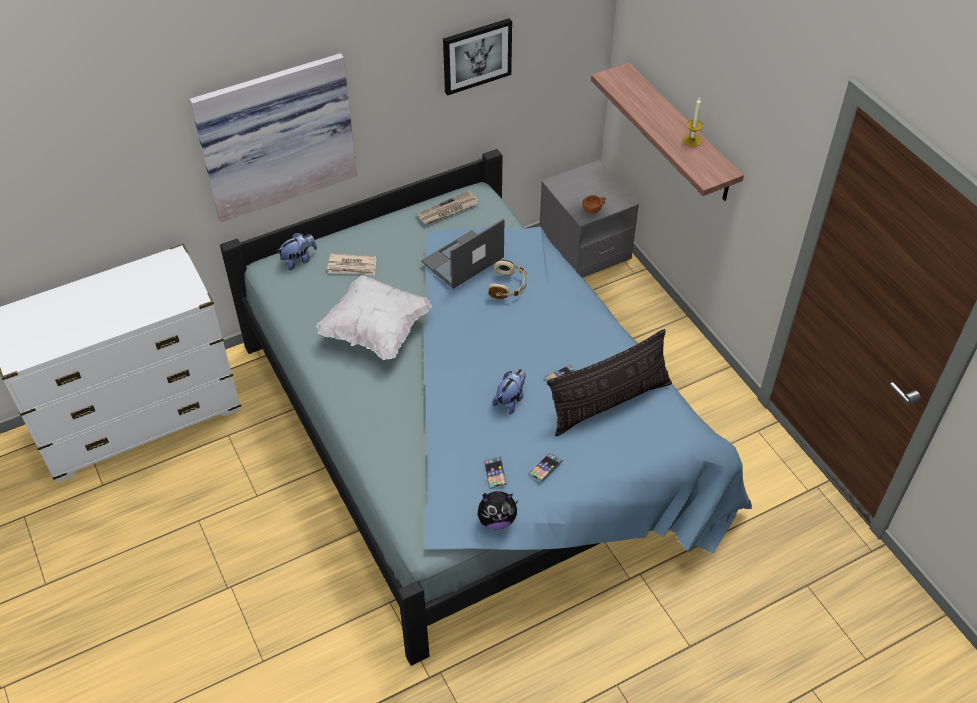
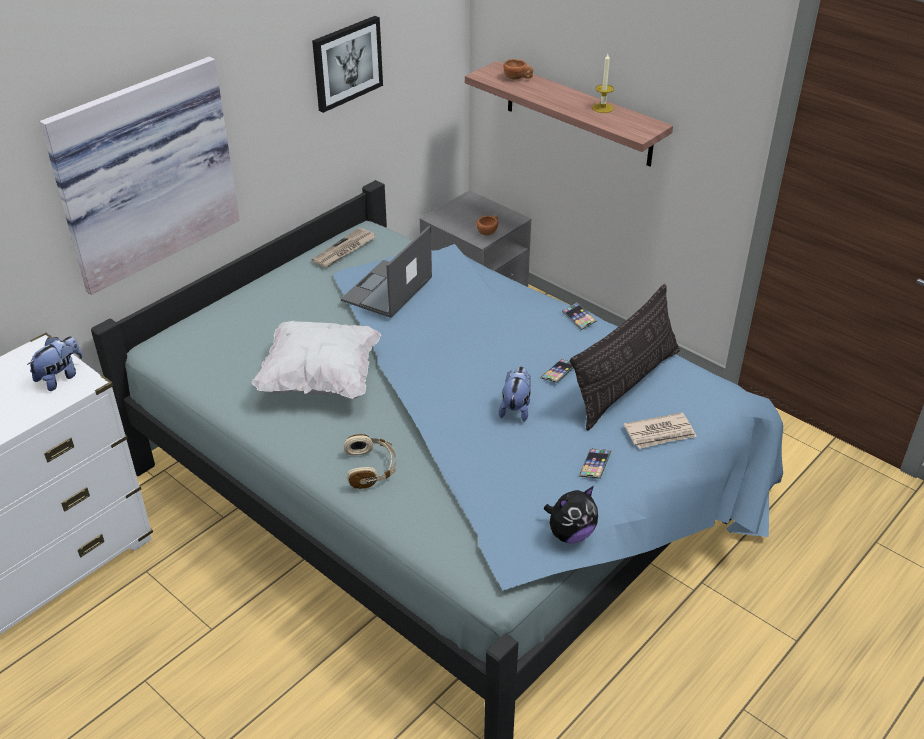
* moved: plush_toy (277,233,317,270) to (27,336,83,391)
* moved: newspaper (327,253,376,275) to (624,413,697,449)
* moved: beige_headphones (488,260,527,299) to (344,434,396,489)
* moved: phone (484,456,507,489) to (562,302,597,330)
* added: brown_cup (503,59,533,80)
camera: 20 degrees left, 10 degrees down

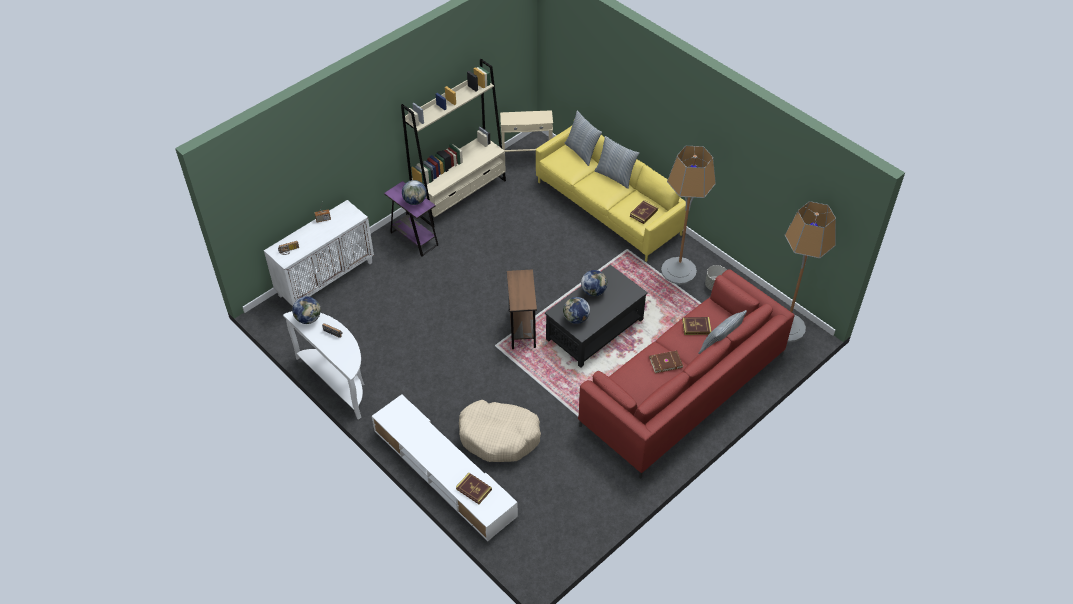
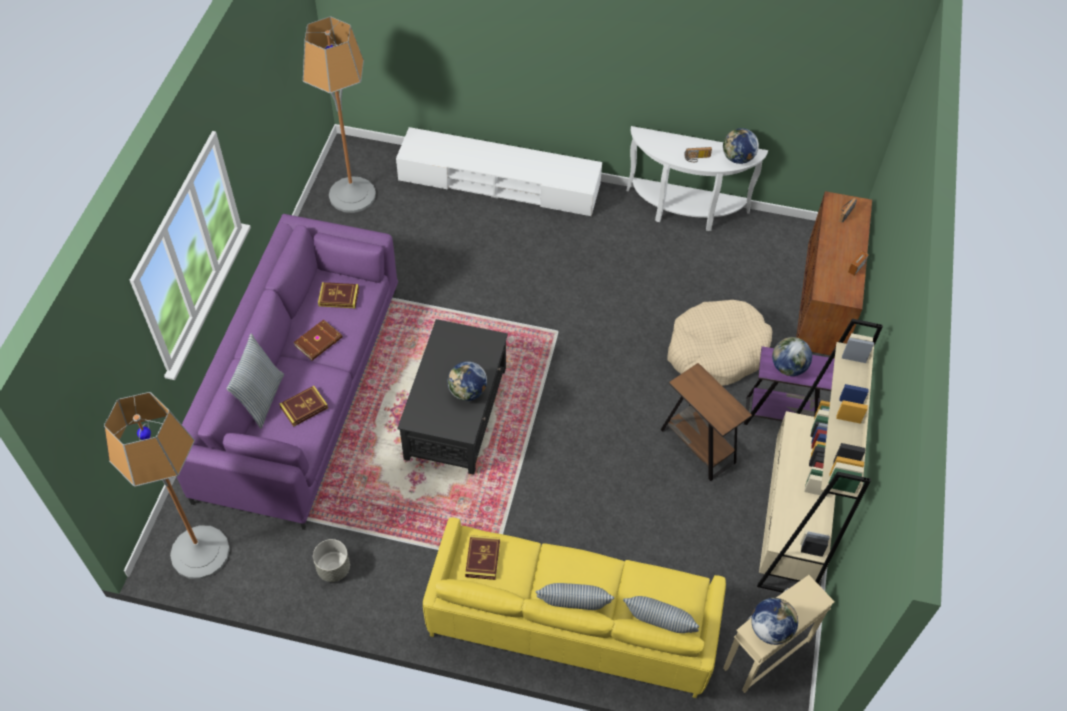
* moved: floor_lamp (661,146,716,285) to (303,17,376,213)
* recoloured: white_cabinet (264,200,374,306) to brown_cabinet (796,191,872,358)
* moved: brown_side_table (507,269,537,349) to (661,363,752,481)
* recoloured: red_sofa (578,269,795,478) to purple_sofa (177,214,398,530)
* moved: globe (563,297,590,324) to (751,598,798,645)
* moved: beige_dog_bed (459,400,541,462) to (668,300,772,386)
* moved: book (456,473,492,504) to (318,282,359,309)
camera: 145 degrees right, 5 degrees up

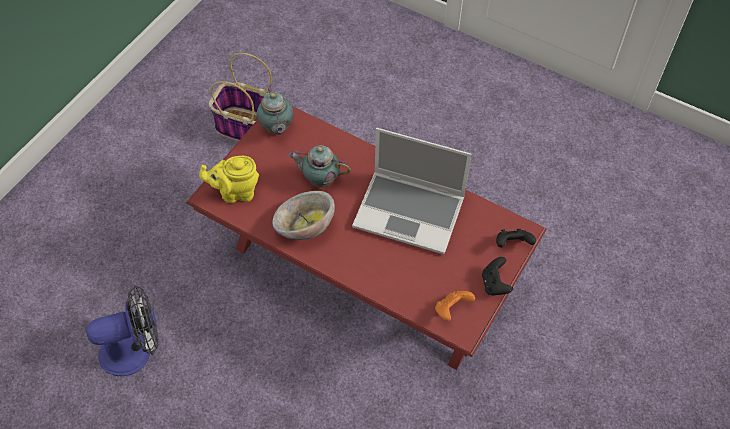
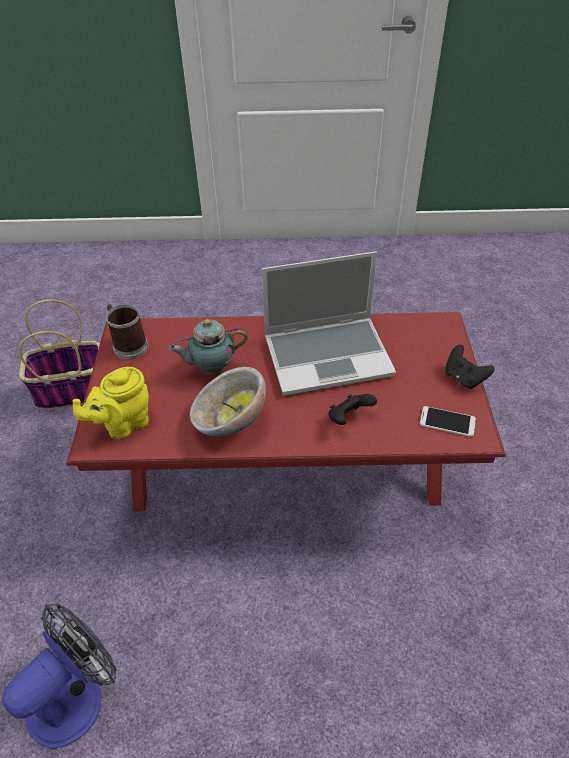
* replaced: teapot (257,85,294,134) to mug (106,304,149,360)
* moved: black_game_controller (496,229,536,248) to (328,394,377,425)
* replaced: orange_game_controller (435,291,475,321) to phone (420,406,476,437)
camera: 30 degrees left, 10 degrees down

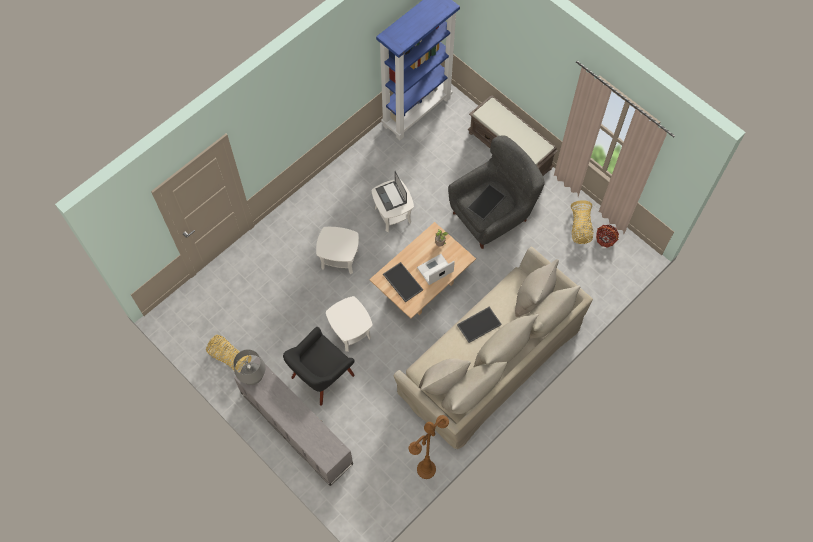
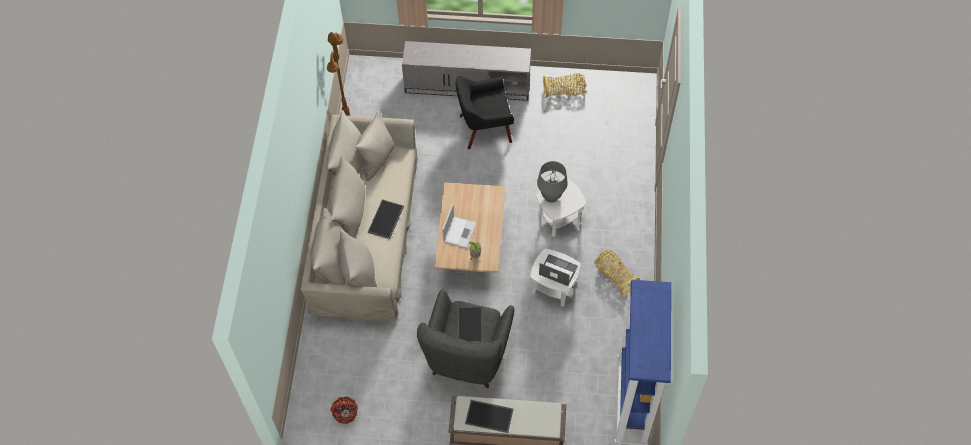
* moved: basket (571,200,593,244) to (594,249,640,295)
* moved: tray (383,262,423,302) to (465,400,513,433)
* removed: white_side_table (326,296,373,352)
* turned: black_armchair (283,327,355,406) = (456,76,514,149) 105 degrees counterclockwise
* moved: grey_table_lamp (234,349,265,385) to (537,161,568,202)
camera: 140 degrees right, 5 degrees down

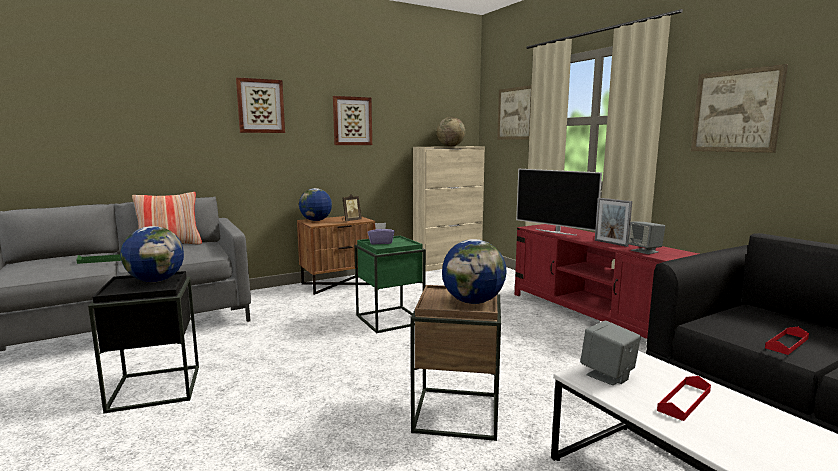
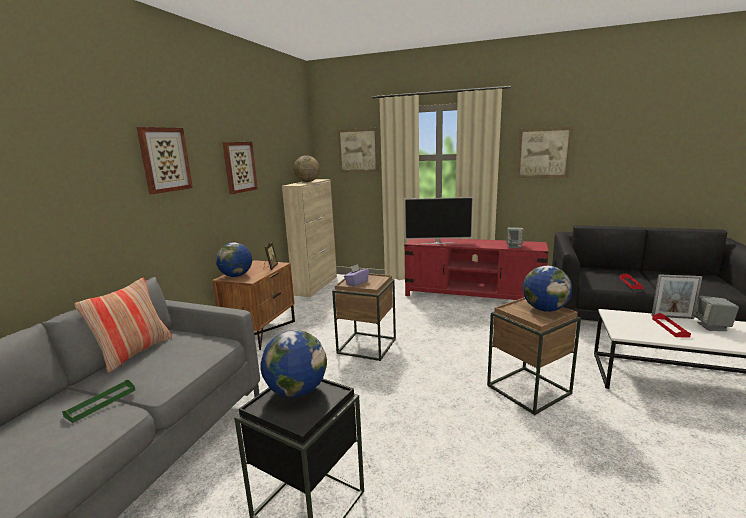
* moved: picture_frame (595,198,632,247) to (651,274,702,319)
* recoloured: green_side_table (355,236,426,334) to brown_side_table (332,273,396,361)
* moved: grey_speaker (580,321,641,385) to (694,296,739,331)
camera: 40 degrees left, 5 degrees up

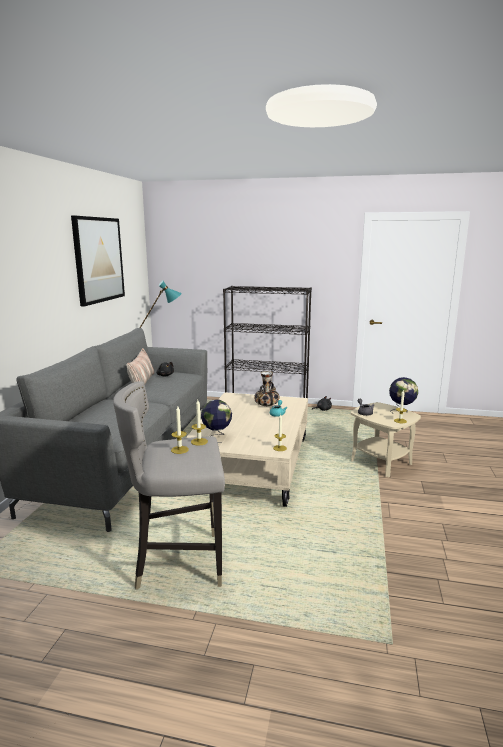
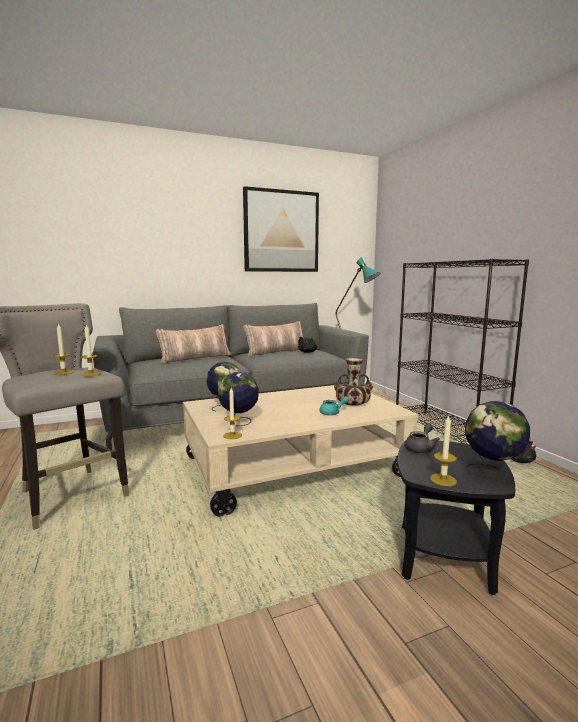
* recoloured: beige_side_table (350,402,421,477) to black_side_table (397,441,515,595)
* added: pillow (156,324,231,364)
* added: globe (218,372,259,426)
camera: 55 degrees right, 5 degrees down

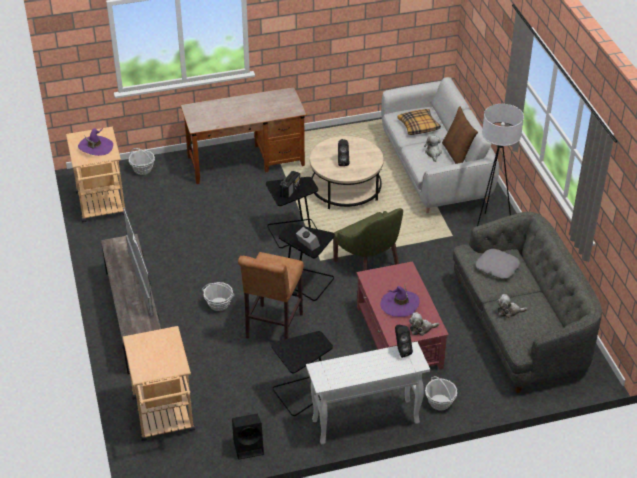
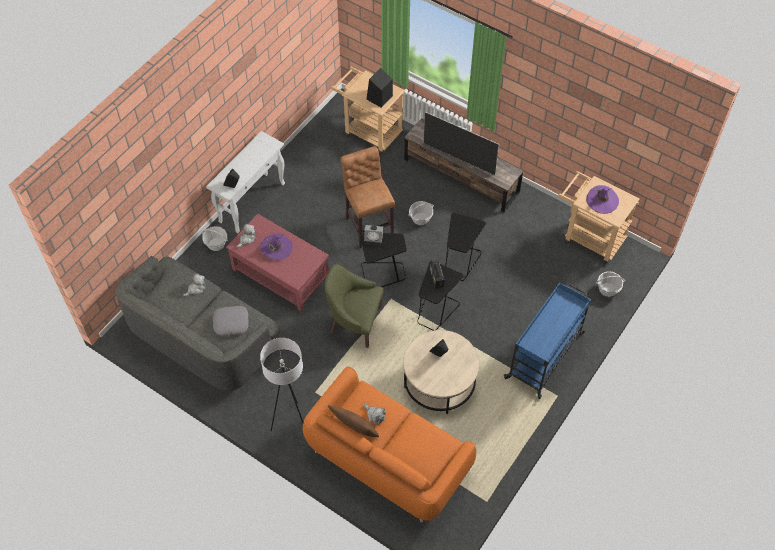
* recoloured: grey_sofa (381,77,499,213) to orange_sofa (303,366,476,523)
* replaced: desk (181,87,307,184) to blue_cart (504,282,591,399)
* removed: pillow (398,109,441,135)
* moved: black_side_table (271,331,333,416) to (446,213,486,281)
* moved: black_speaker (232,414,264,460) to (366,68,393,108)
camera: 140 degrees right, 15 degrees up

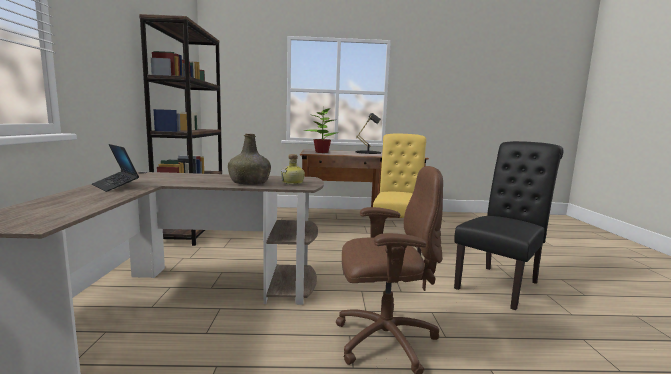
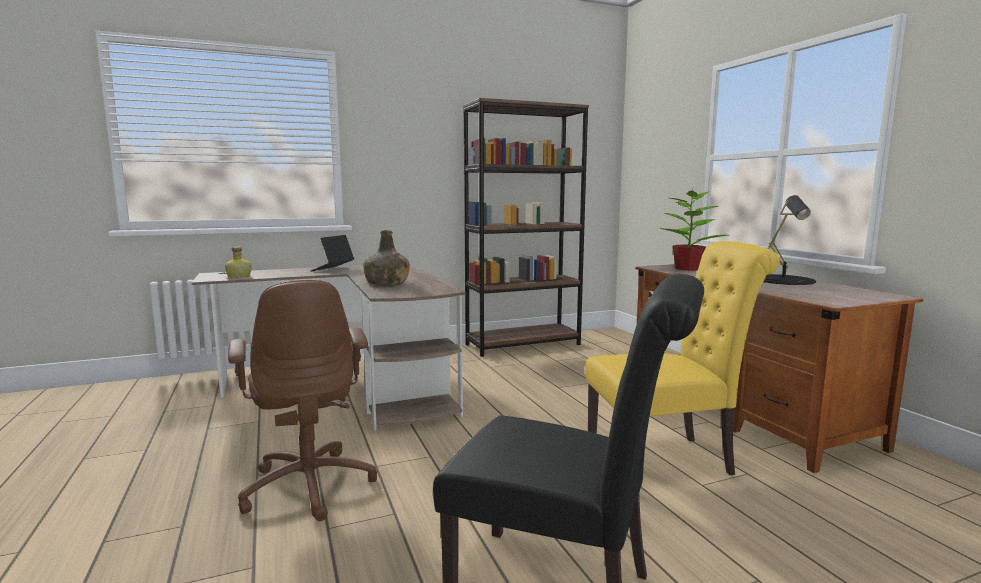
* moved: bottle (281,154,305,184) to (225,247,252,277)
camera: 70 degrees right, 0 degrees up

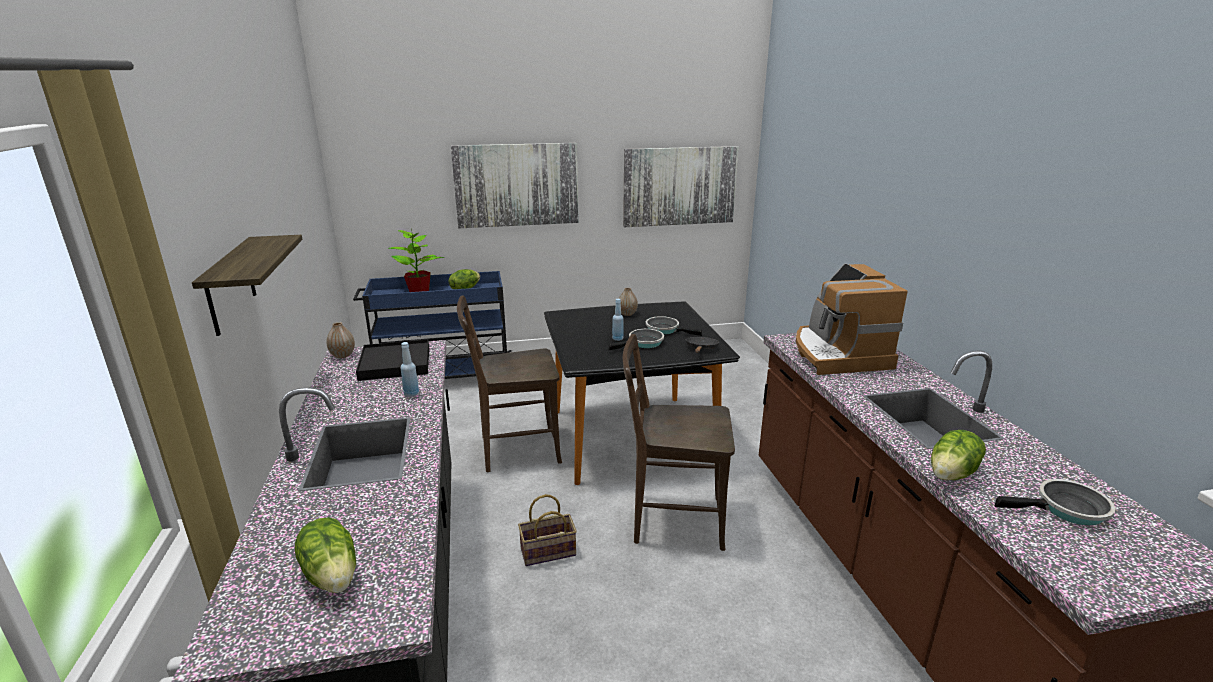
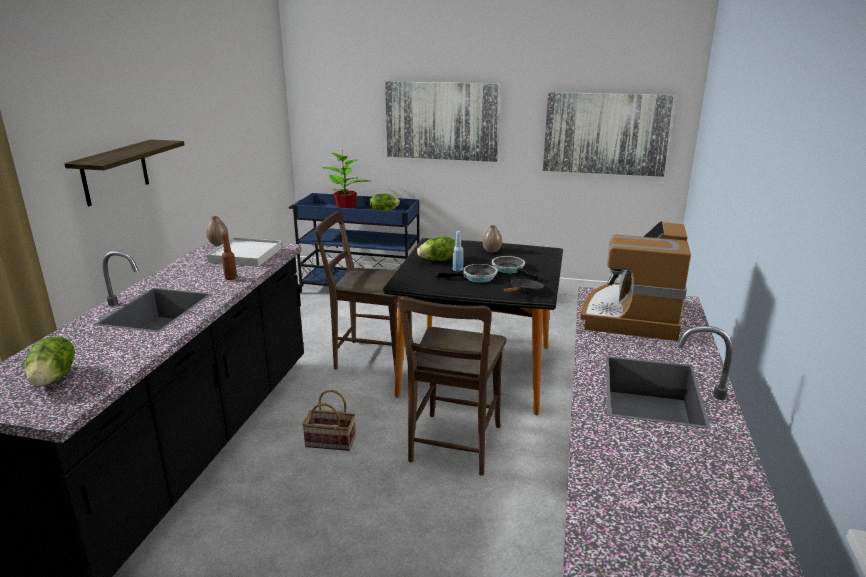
* turned: brown_chair (623,334,735,551) = (399,296,506,476) 105 degrees counterclockwise
* recoloured: black_tray (356,339,429,381) to white_tray (206,237,282,267)
* recoloured: blue_bottle (401,342,419,397) to brown_bottle (222,234,237,280)
* moved: lettuce (931,430,986,480) to (417,236,456,261)
* removed: frying_pan (995,479,1116,525)
camera: 25 degrees right, 0 degrees up

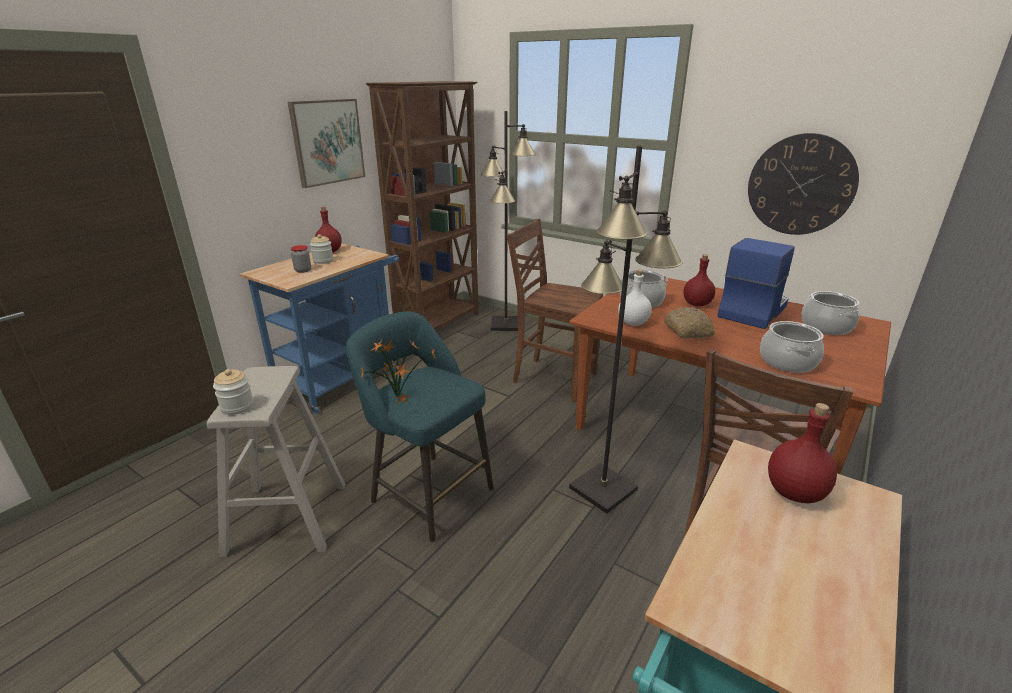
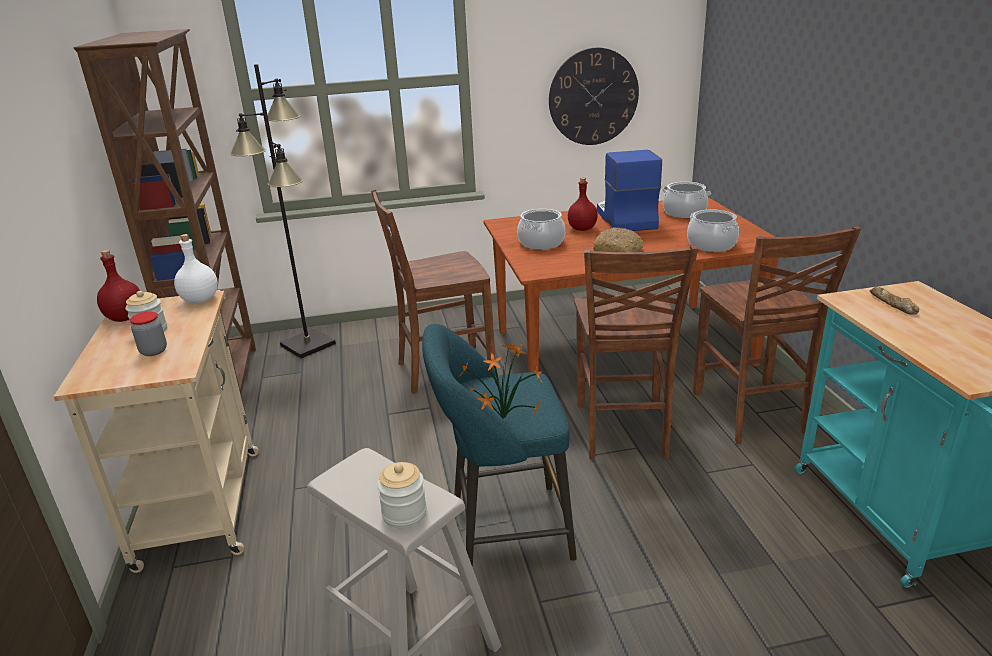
* removed: picture (288,99,365,188)
* replaced: black_floor_lamp (569,145,683,514) to brown_chair (574,246,698,460)
* recoloured: blue_cart (240,243,399,414) to beige_cart (53,290,259,573)
* moved: white_bottle (618,270,652,326) to (174,234,218,303)
* replaced: red_bottle (768,403,837,503) to bread (870,287,919,315)
camera: 45 degrees left, 0 degrees up

